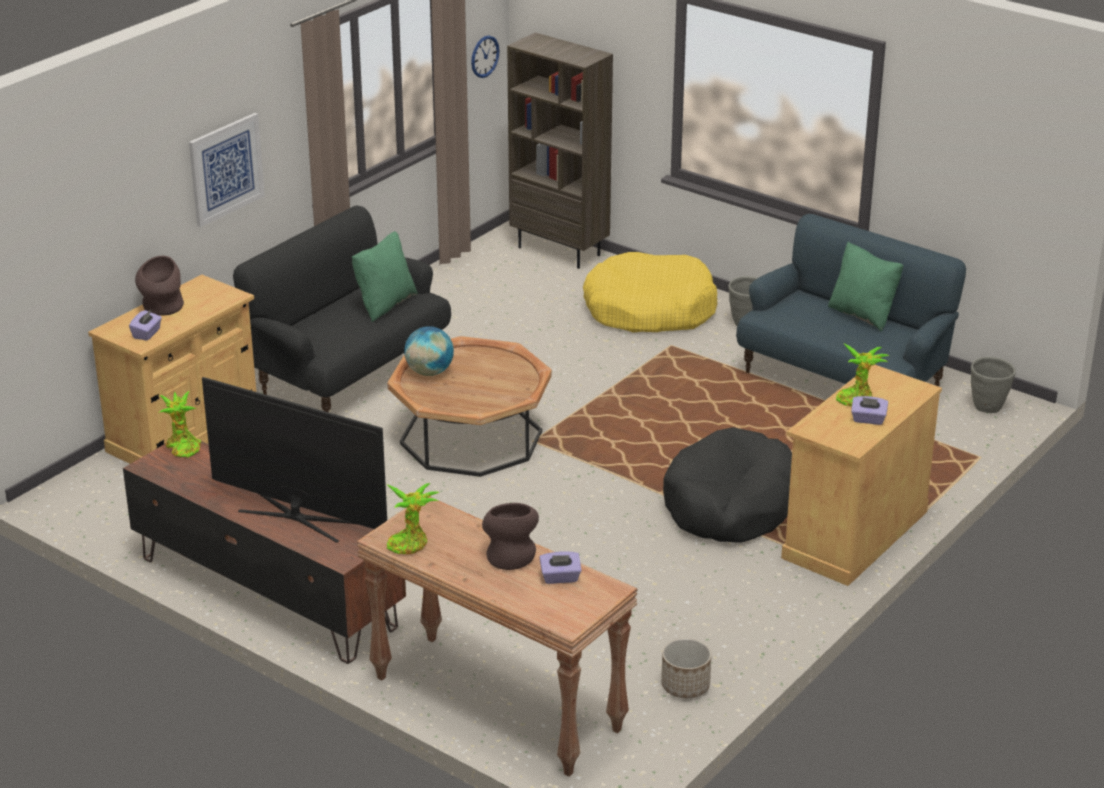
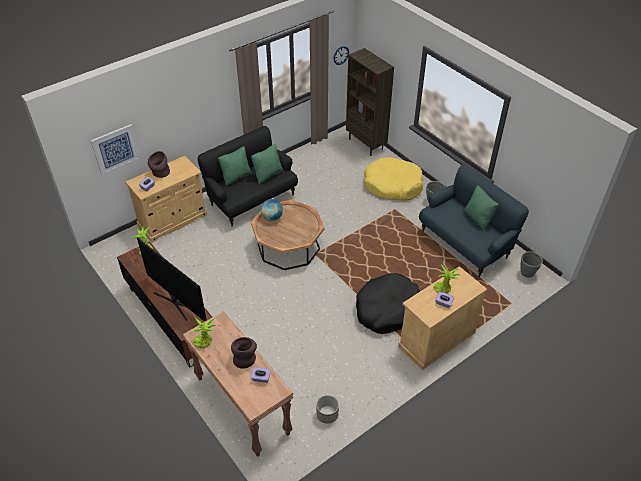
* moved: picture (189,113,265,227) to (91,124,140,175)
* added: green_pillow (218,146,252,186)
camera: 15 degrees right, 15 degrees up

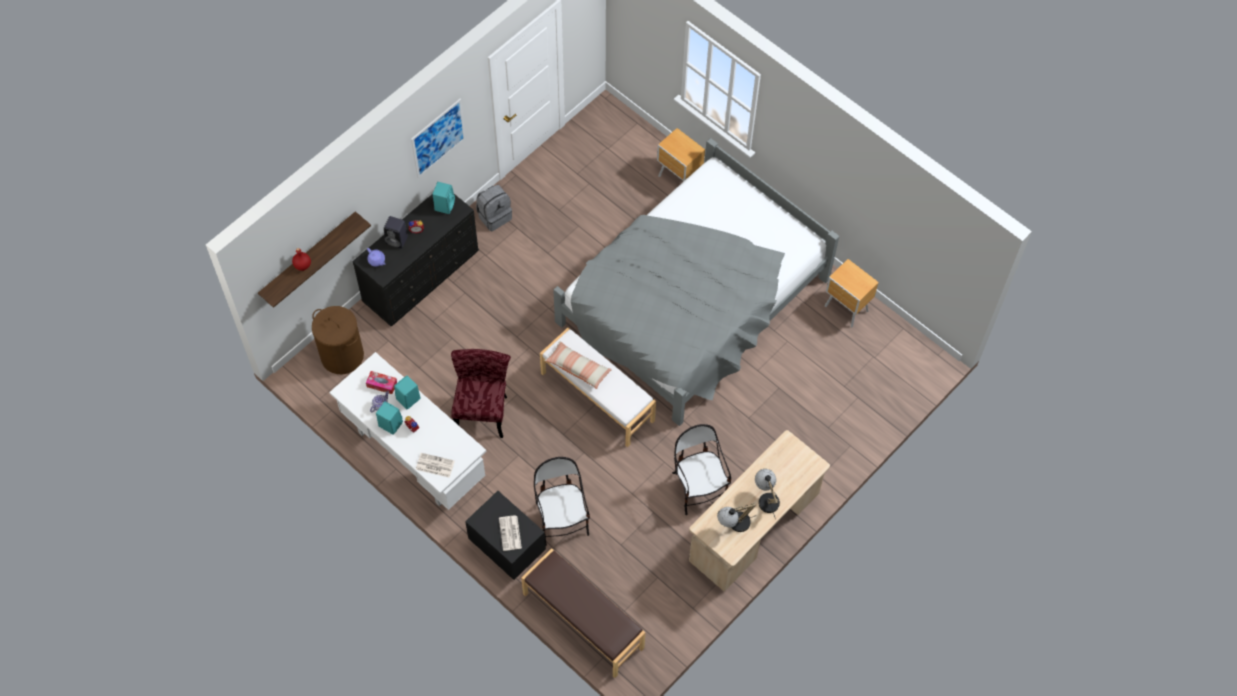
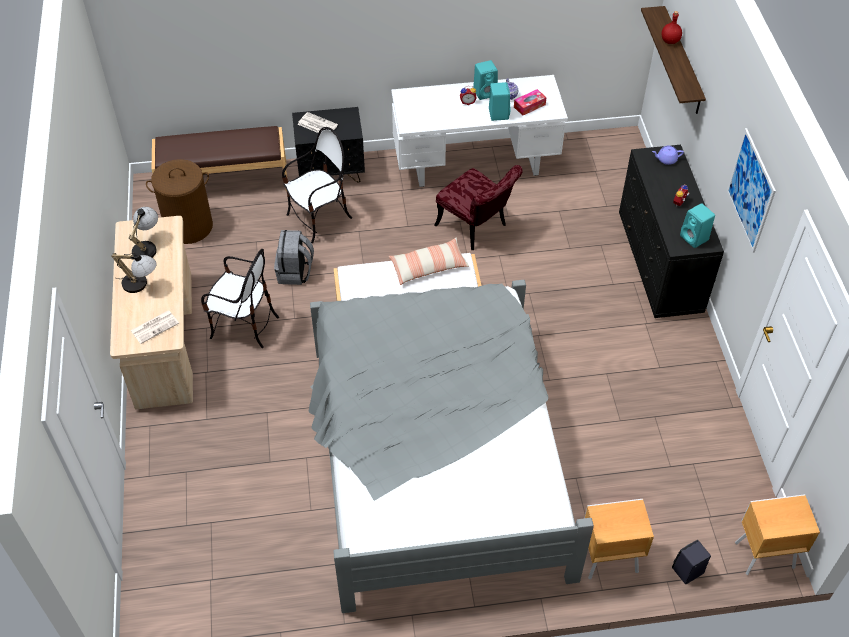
* moved: grey_backpack (476,185,512,231) to (274,230,314,285)
* moved: black_speaker (384,216,408,249) to (672,540,711,584)
* moved: brown_nightstand (825,259,879,327) to (735,494,820,575)
* moved: brown_laundry_basket (312,306,364,374) to (146,159,213,244)
* moved: newspaper (416,453,455,478) to (130,310,179,344)
* turned: chair (534,457,590,546) = (282,127,352,243) 60 degrees counterclockwise
camera: 130 degrees right, 10 degrees down

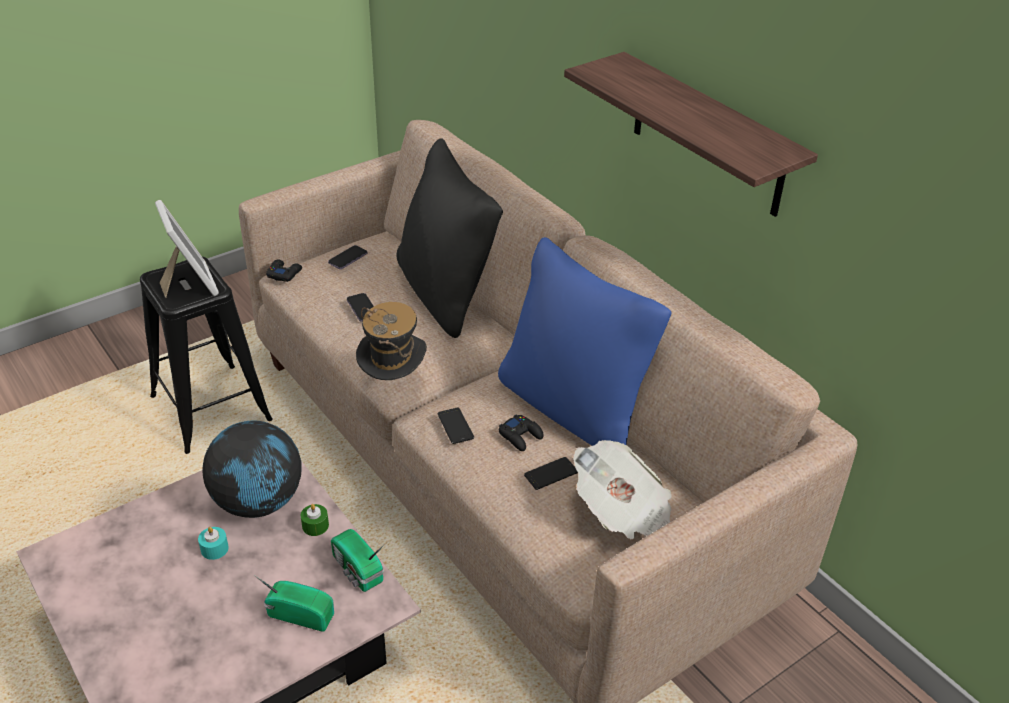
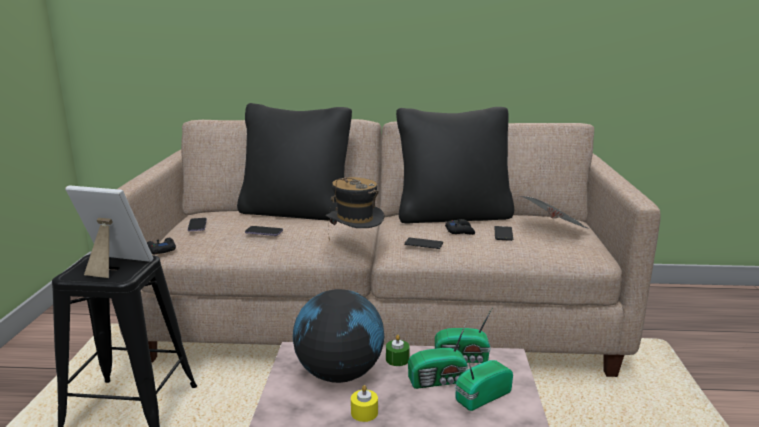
* removed: shelf (564,52,818,217)
* recoloured: blue_pillow (498,237,672,446) to black_pillow (396,107,514,224)
* recoloured: turquoise_candle (198,527,229,560) to yellow_candle (351,385,378,422)
* added: radio (408,324,468,389)
camera: 50 degrees left, 20 degrees down

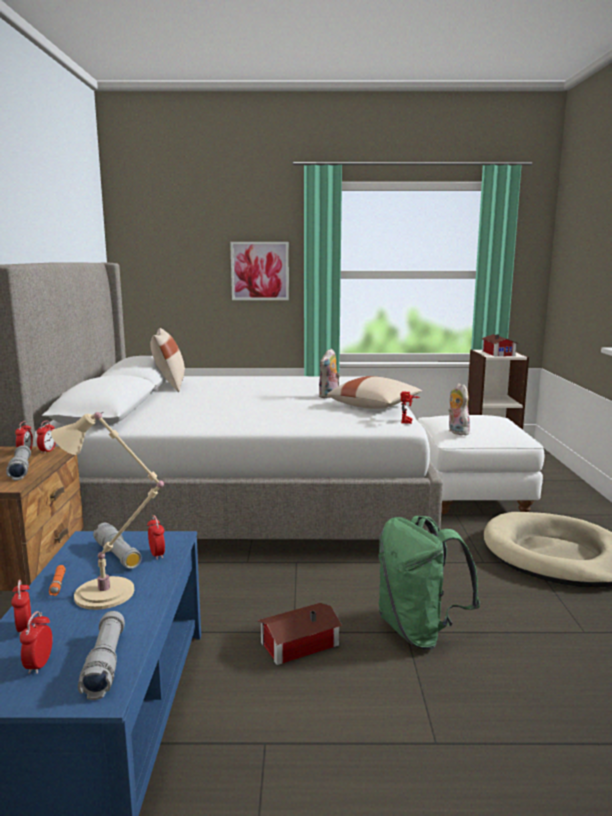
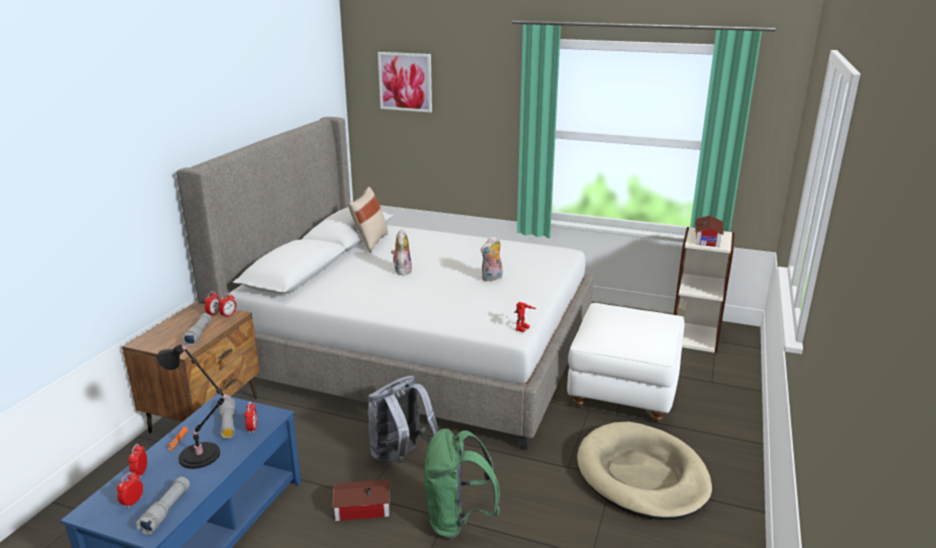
* moved: picture (230,242,289,300) to (378,52,432,112)
* removed: beige_pillow (327,376,422,409)
* moved: plush_toy (448,383,470,435) to (391,229,412,275)
* recoloured: beige_table_lamp (51,411,166,610) to black_table_lamp (157,344,230,469)
* added: grey_backpack (367,375,438,464)
camera: 20 degrees right, 10 degrees up

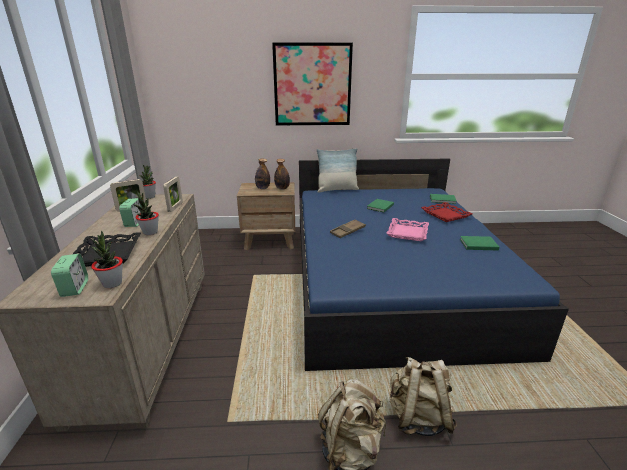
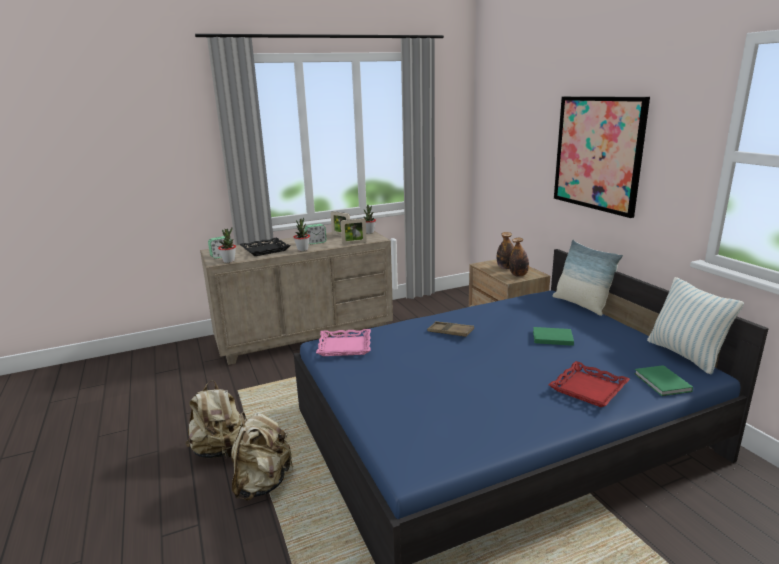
* moved: pink_tray (386,218,429,241) to (316,329,371,356)
* removed: green_book (460,236,499,251)
* added: pillow (647,277,744,374)
camera: 70 degrees right, 5 degrees down

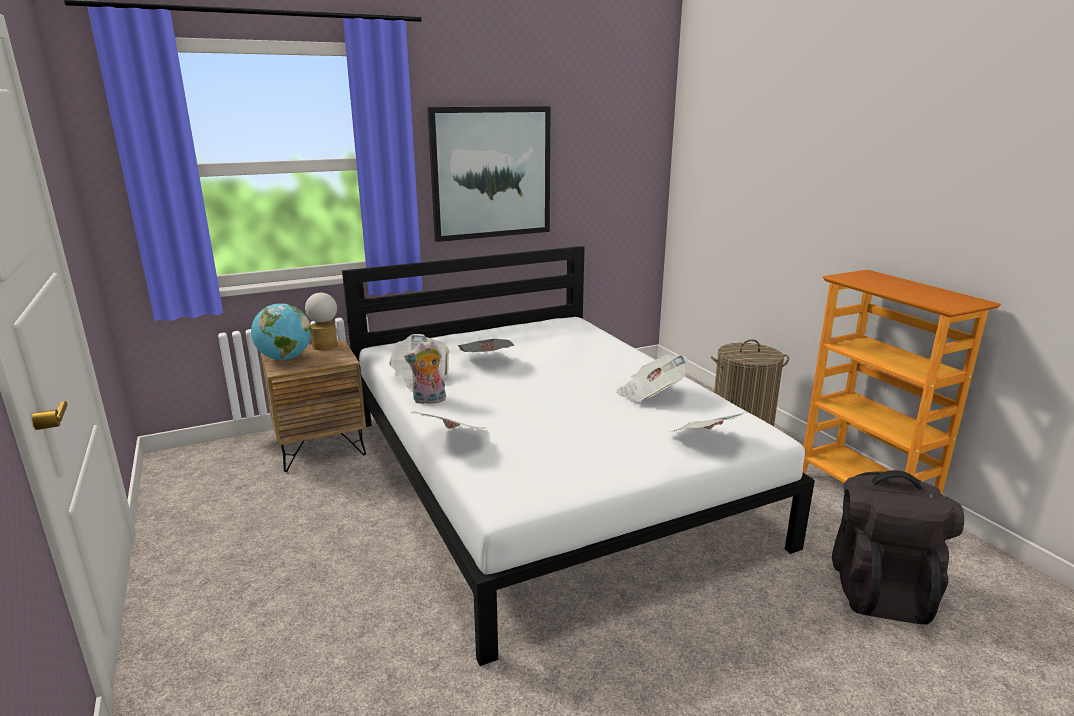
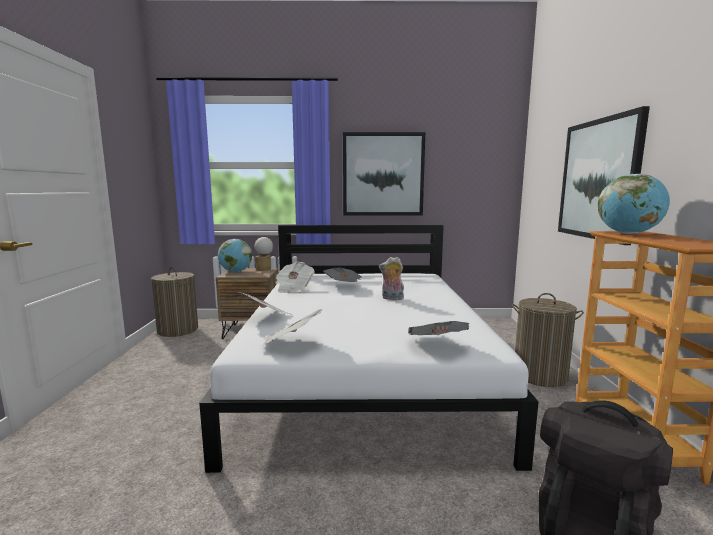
* moved: plush_toy (404,340,446,404) to (379,257,404,300)
* moved: newspaper (616,354,688,403) to (262,309,323,346)
* added: picture (558,106,650,245)
* added: globe (598,174,670,234)
* added: laundry_basket (151,267,198,337)
camera: 25 degrees right, 10 degrees down

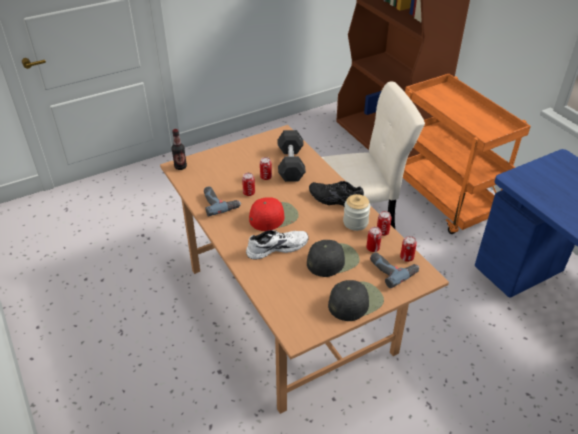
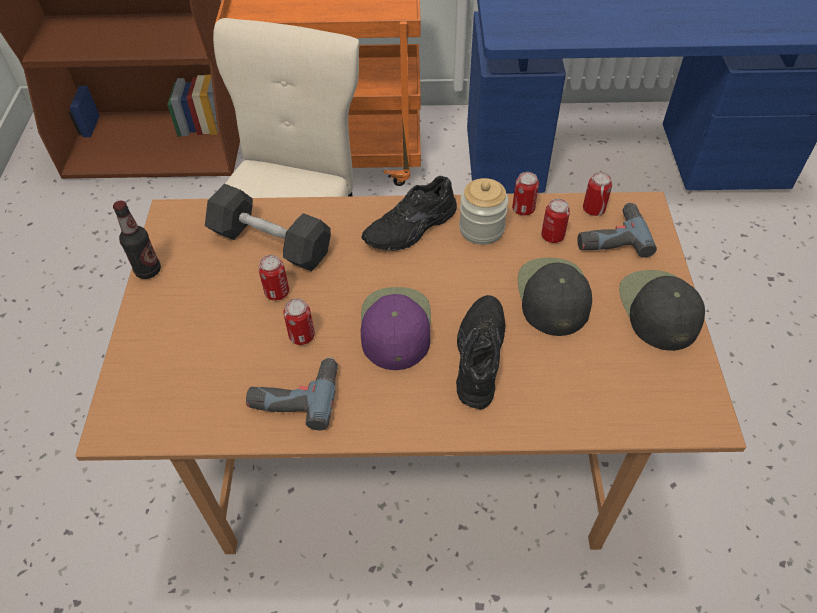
* moved: bottle (171,129,187,170) to (113,201,161,279)
* recoloured: red_cap (249,197,299,231) to purple_cap (361,287,431,370)
* recoloured: white_shoe (246,230,309,259) to black_shoe (456,295,505,410)
camera: 60 degrees left, 10 degrees up

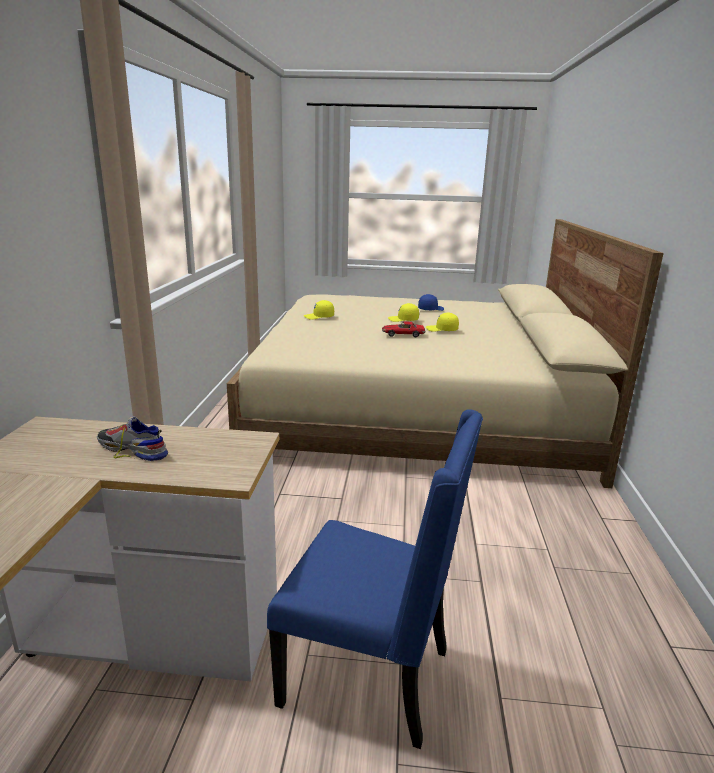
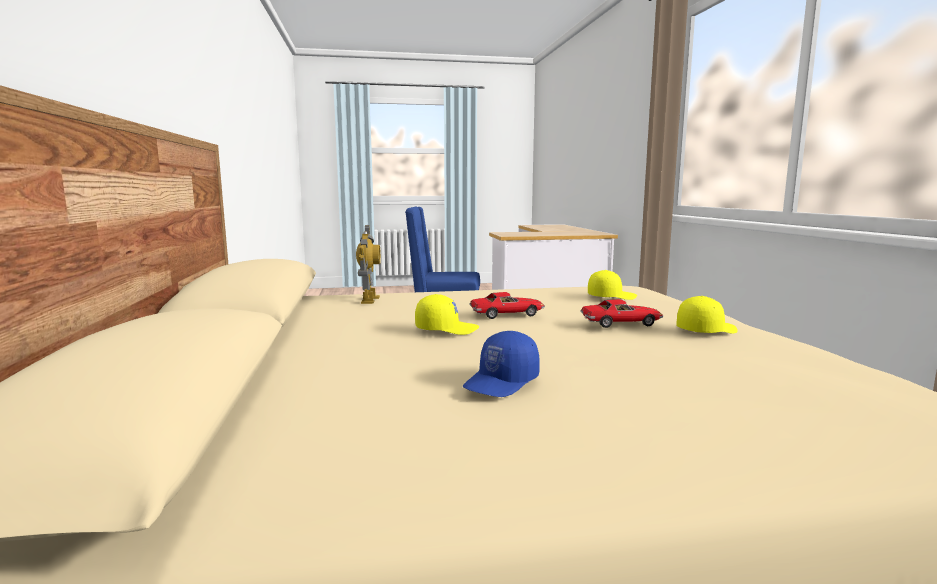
* moved: yellow_cap (388,303,419,322) to (588,270,637,300)
* removed: shoe (97,416,168,461)
* added: toy_robot (356,225,381,304)
* added: toy_car (581,299,663,328)
camera: 165 degrees right, 10 degrees down

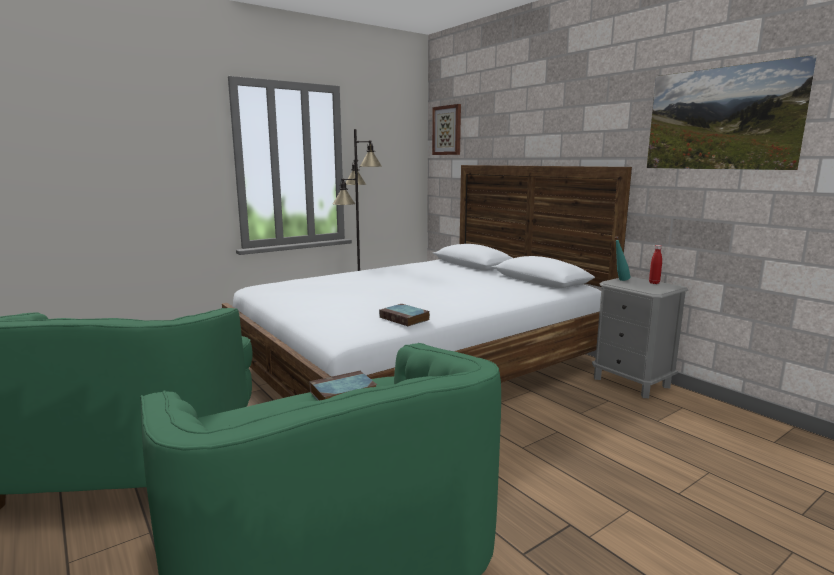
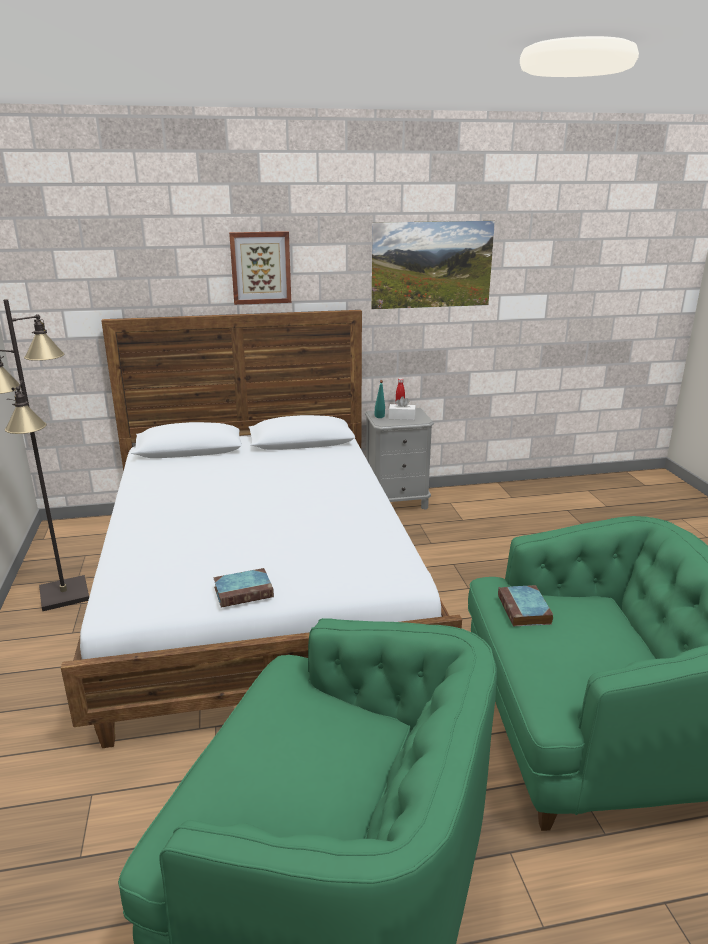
* moved: picture (432,104,461,155) to (229,231,291,305)
* moved: book (379,304,430,326) to (213,568,274,608)
* added: white_tissue_box (389,396,416,420)
camera: 65 degrees left, 10 degrees up

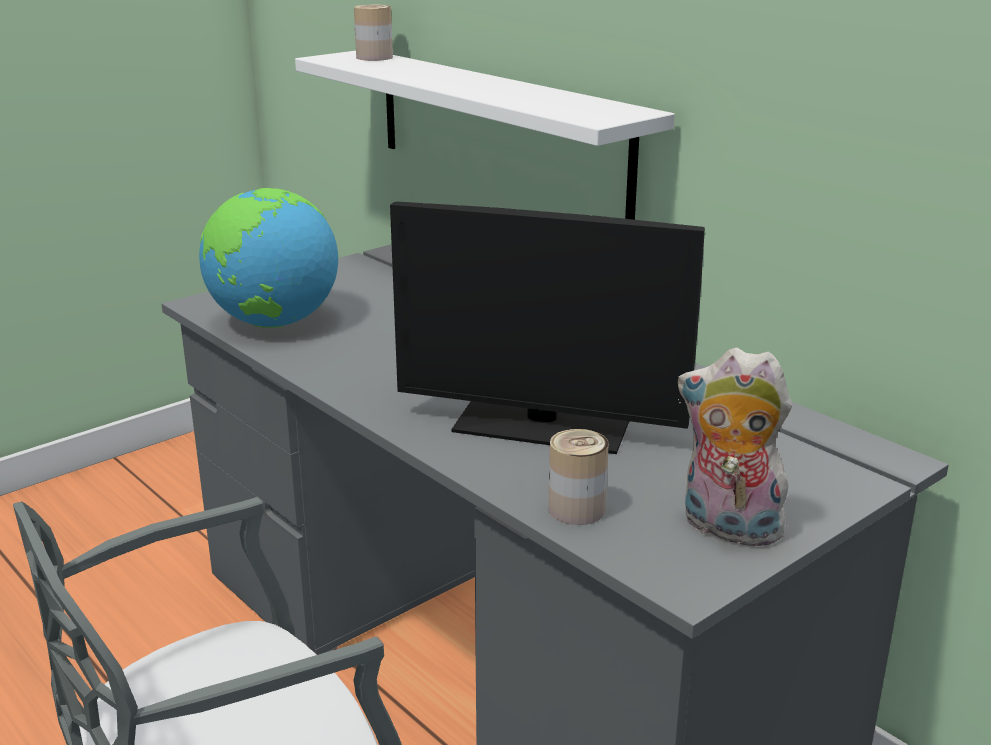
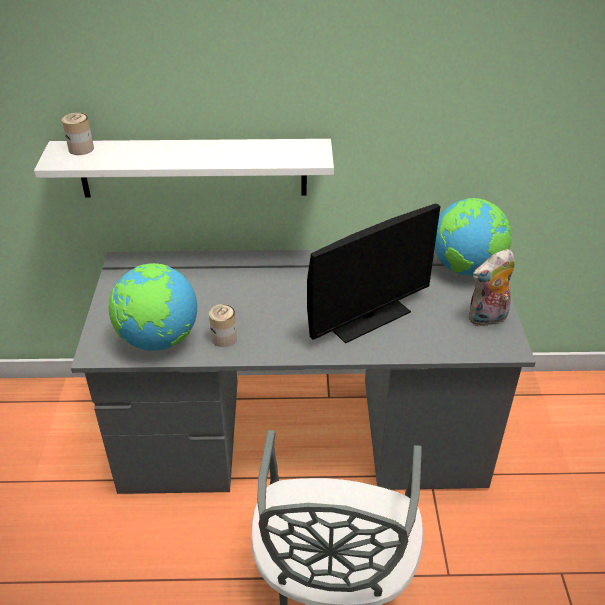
* moved: can (548,429,609,525) to (209,304,237,347)
* added: globe (434,198,512,276)
camera: 50 degrees left, 15 degrees up

